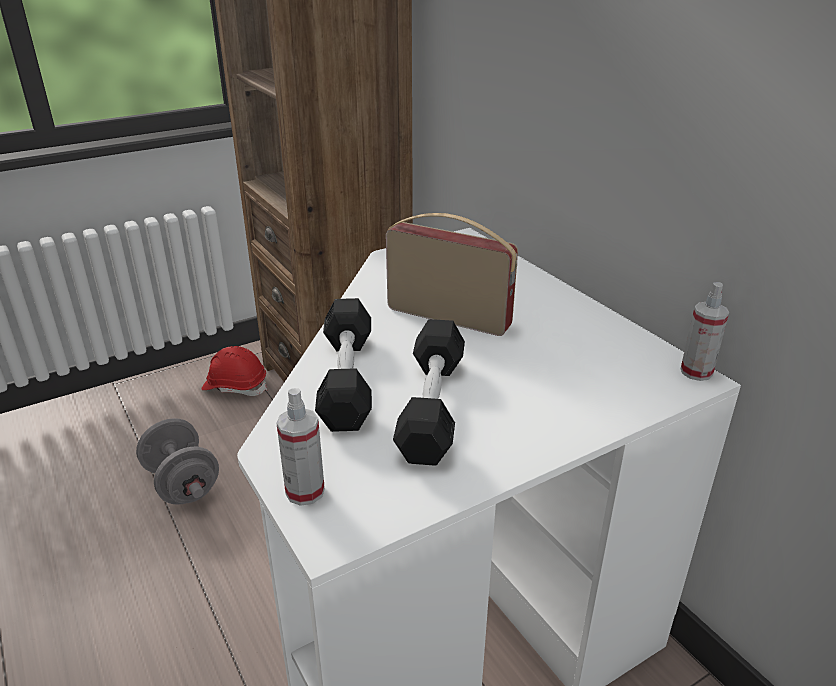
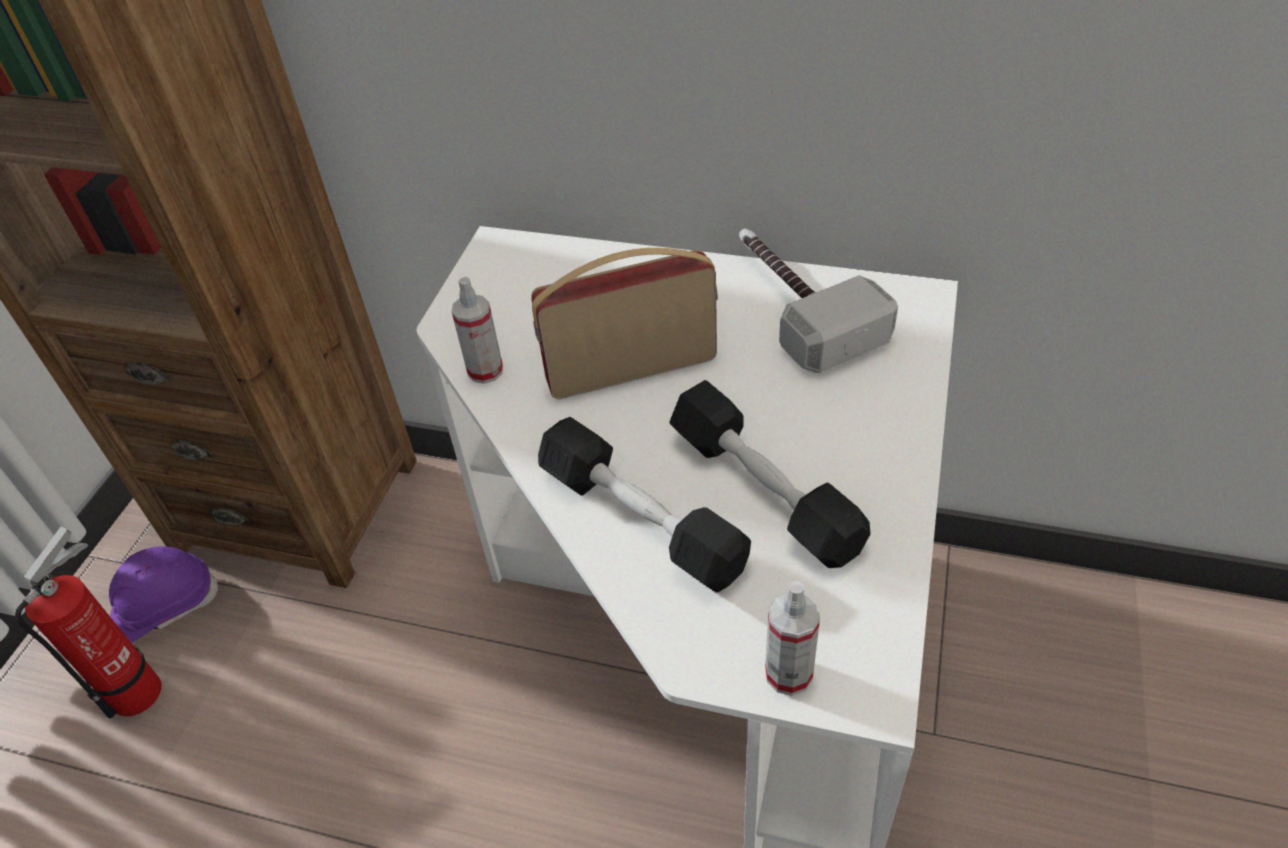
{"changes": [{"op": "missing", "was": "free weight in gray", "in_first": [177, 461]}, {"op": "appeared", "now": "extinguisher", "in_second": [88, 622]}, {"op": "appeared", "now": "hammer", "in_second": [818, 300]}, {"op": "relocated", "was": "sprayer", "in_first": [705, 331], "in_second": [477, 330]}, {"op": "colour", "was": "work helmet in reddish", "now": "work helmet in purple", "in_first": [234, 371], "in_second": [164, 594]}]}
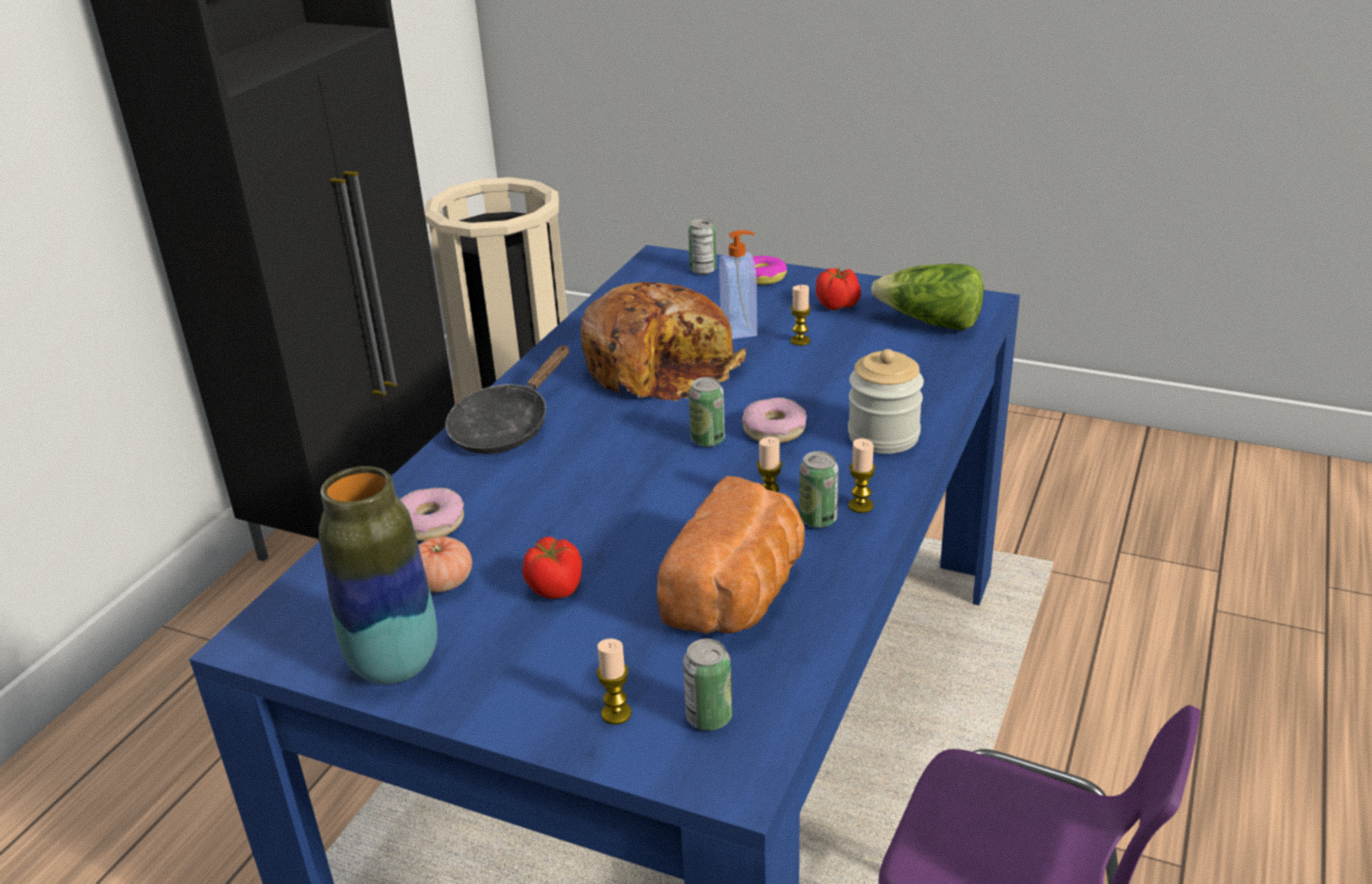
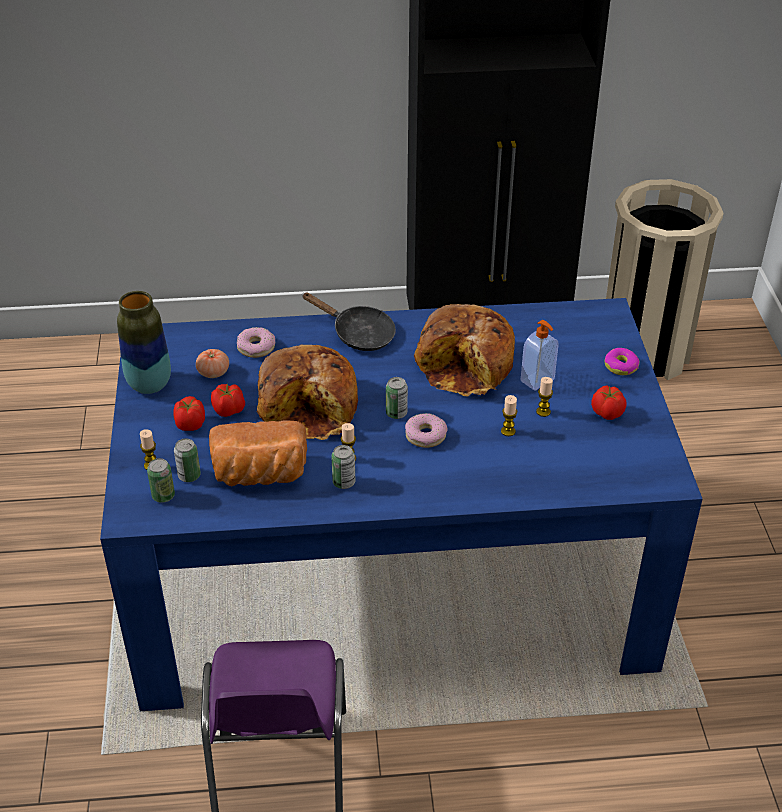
{"changes": [{"op": "missing", "was": "storage jar", "in_first": [886, 401]}, {"op": "missing", "was": "lettuce head", "in_first": [927, 297]}, {"op": "appeared", "now": "whole tomato", "in_second": [189, 413]}, {"op": "appeared", "now": "baked bread", "in_second": [307, 392]}, {"op": "relocated", "was": "sealed can", "in_first": [702, 247], "in_second": [187, 460]}, {"op": "relocated", "was": "wax candle", "in_first": [862, 475], "in_second": [509, 415]}, {"op": "spun", "was": "pan in black-coloured", "in_first": [507, 399], "in_second": [349, 321], "clockwise": -150}]}
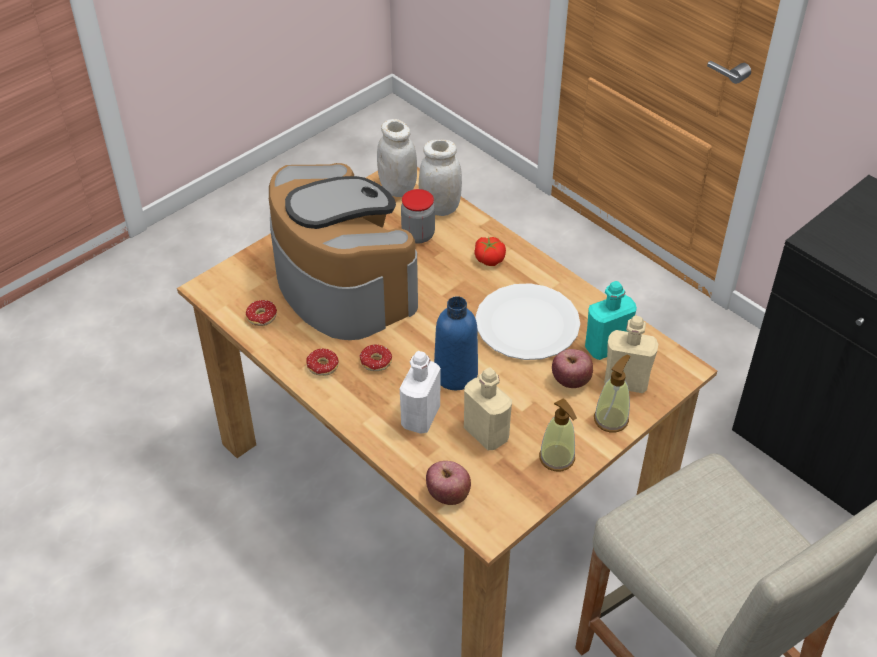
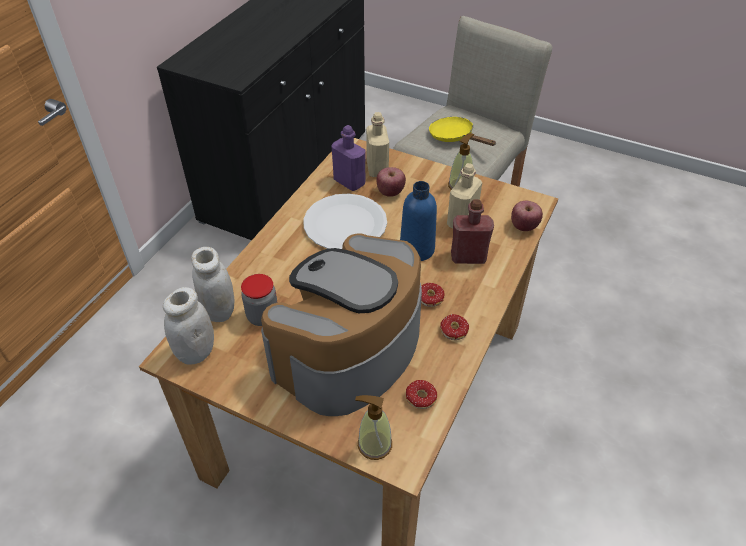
{"changes": [{"op": "missing", "was": "whole tomato", "in_first": [490, 251]}, {"op": "appeared", "now": "pan in yellowish", "in_second": [462, 131]}, {"op": "relocated", "was": "soap dispenser", "in_first": [612, 393], "in_second": [373, 427]}, {"op": "colour", "was": "bottle in white-coloured", "now": "bottle in reddish", "in_first": [420, 392], "in_second": [472, 231]}, {"op": "colour", "was": "bottle in turquoise", "now": "bottle in purple", "in_first": [611, 320], "in_second": [349, 158]}]}
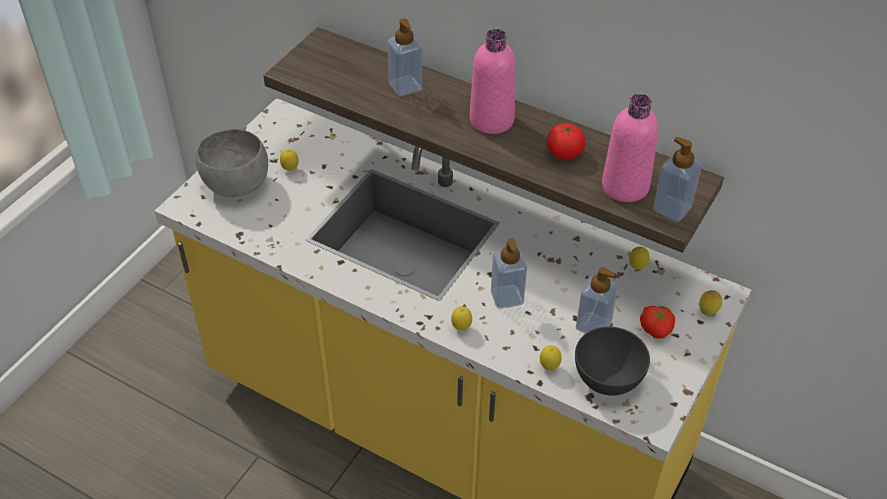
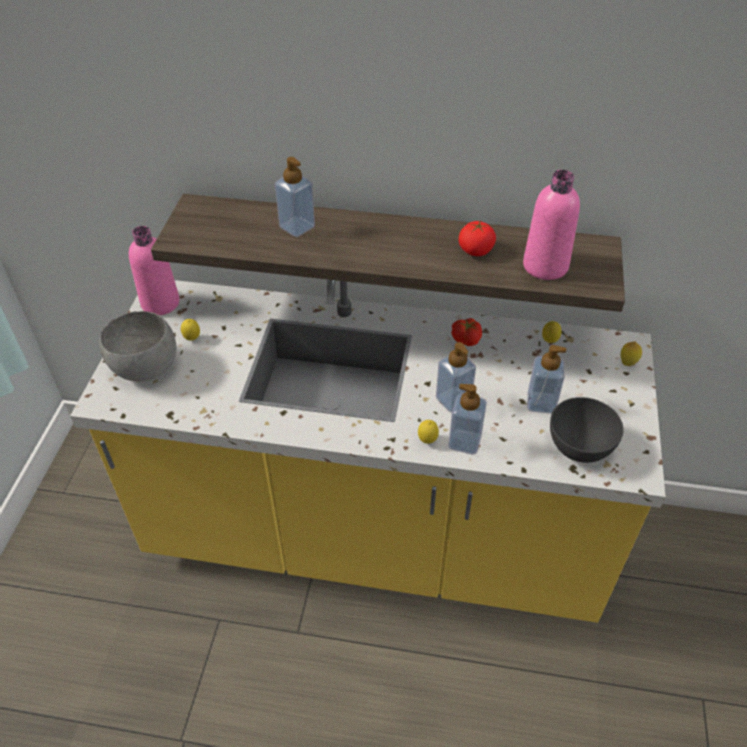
{"changes": [{"op": "missing", "was": "lemon", "in_first": [551, 357]}, {"op": "relocated", "was": "bottle in pinkish", "in_first": [493, 81], "in_second": [154, 270]}, {"op": "relocated", "was": "whole tomato", "in_first": [657, 322], "in_second": [466, 332]}, {"op": "relocated", "was": "soap dispenser", "in_first": [677, 179], "in_second": [467, 419]}]}
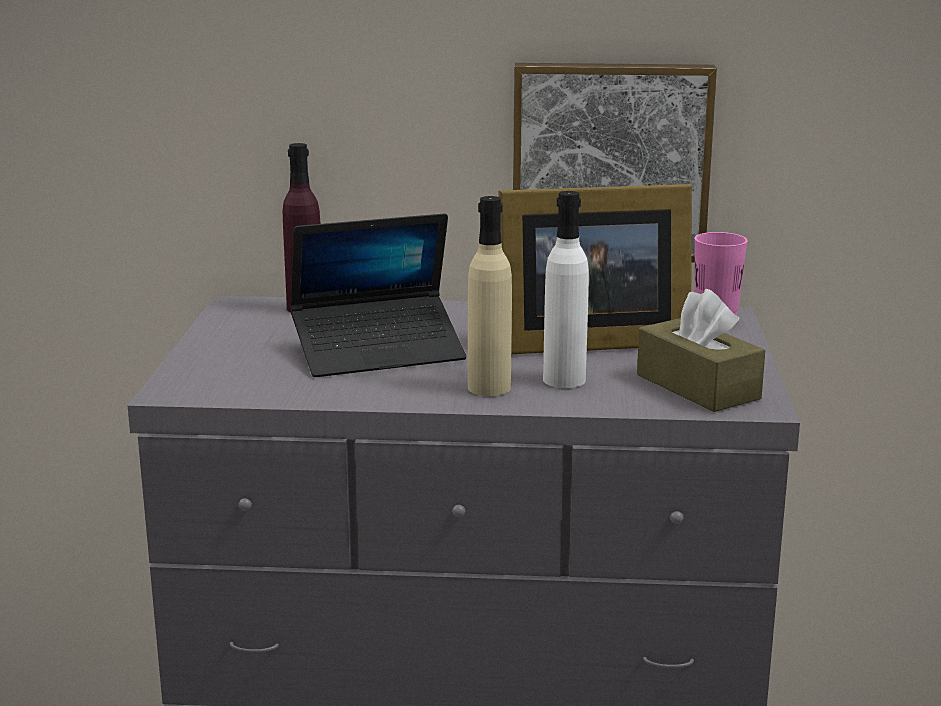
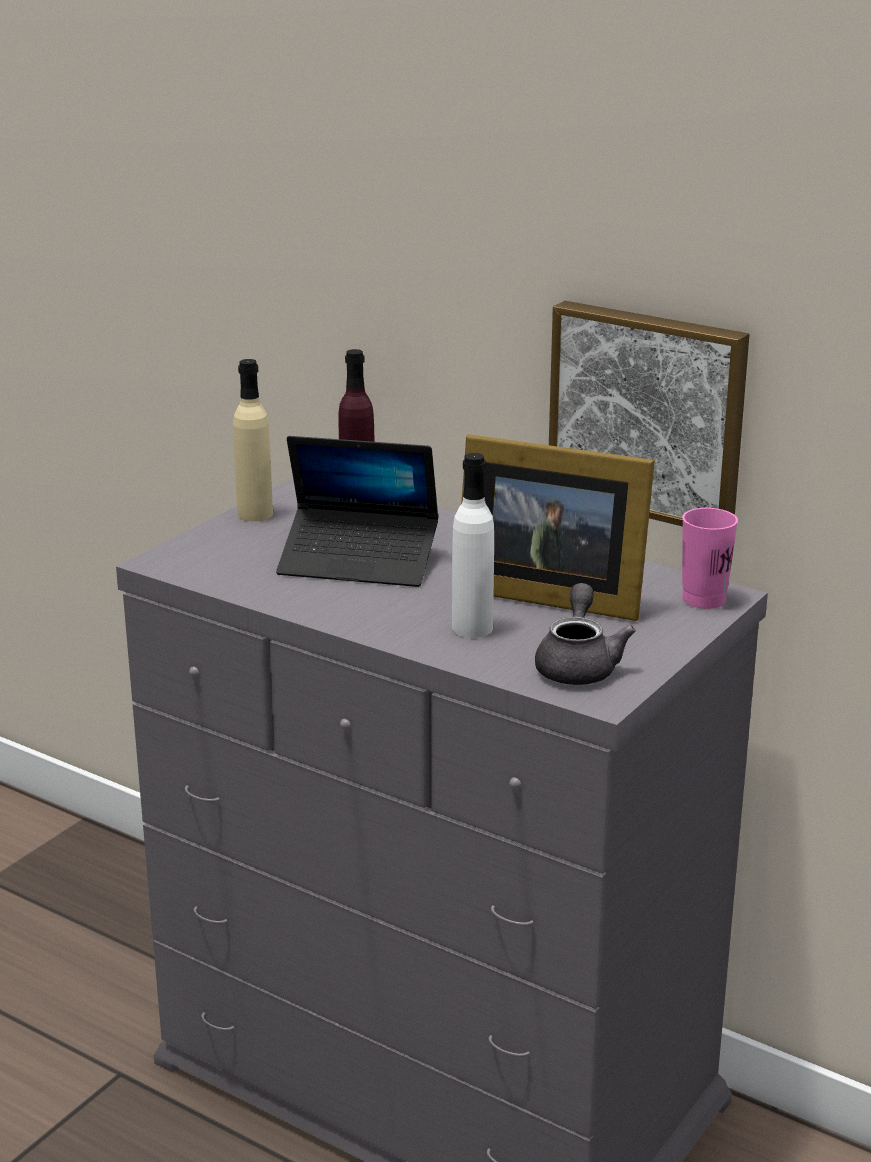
{"changes": [{"op": "relocated", "was": "bottle in beige-coloured", "in_first": [490, 296], "in_second": [253, 440]}, {"op": "exchanged", "was": "tissue box in brown", "now": "pot for tea in gray", "in_first": [701, 350], "in_second": [585, 634]}]}
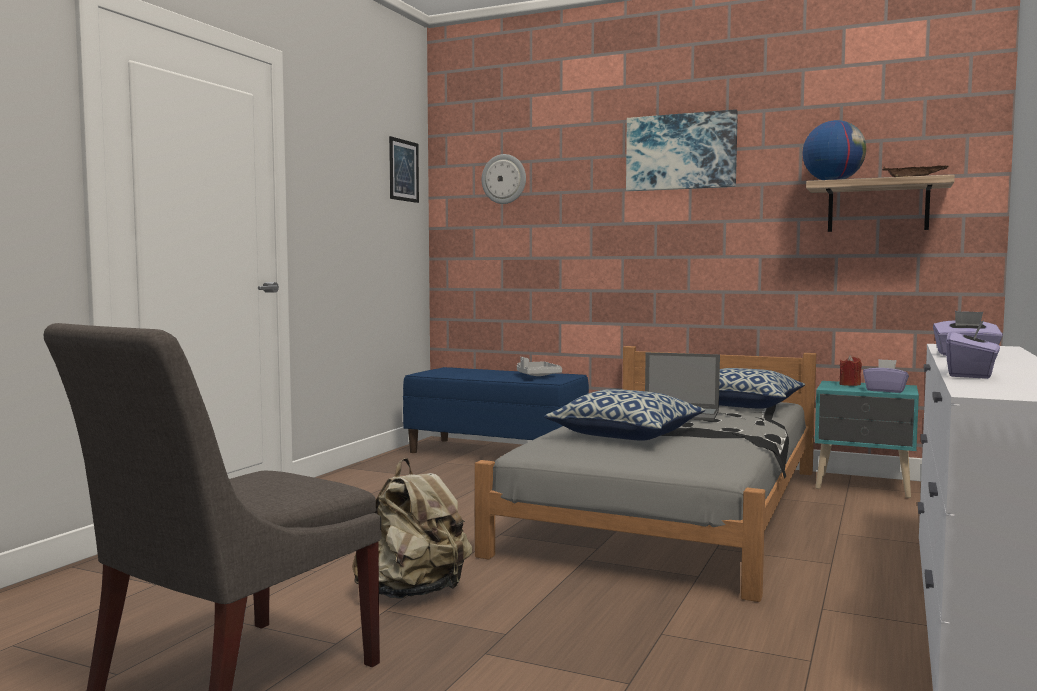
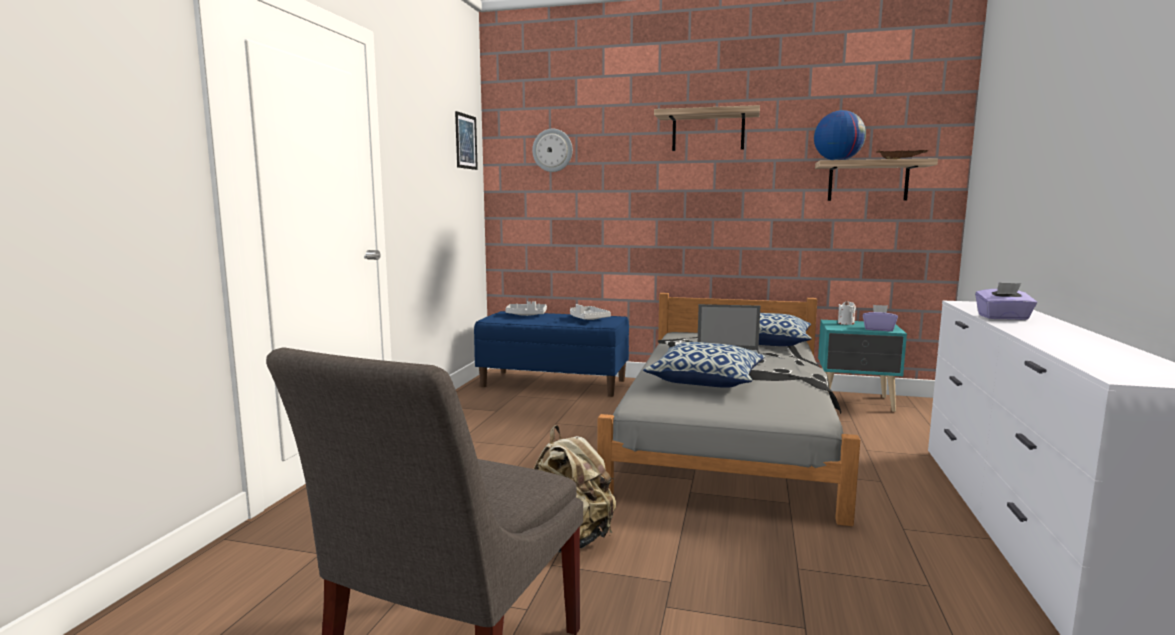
{"changes": [{"op": "missing", "was": "tissue box in purple", "in_first": [973, 349]}, {"op": "appeared", "now": "tray in gray", "in_second": [526, 308]}, {"op": "exchanged", "was": "wall picture", "now": "wall shelf", "in_first": [682, 150], "in_second": [707, 128]}, {"op": "colour", "was": "wax candle in reddish", "now": "wax candle in white-coloured", "in_first": [851, 370], "in_second": [847, 313]}]}
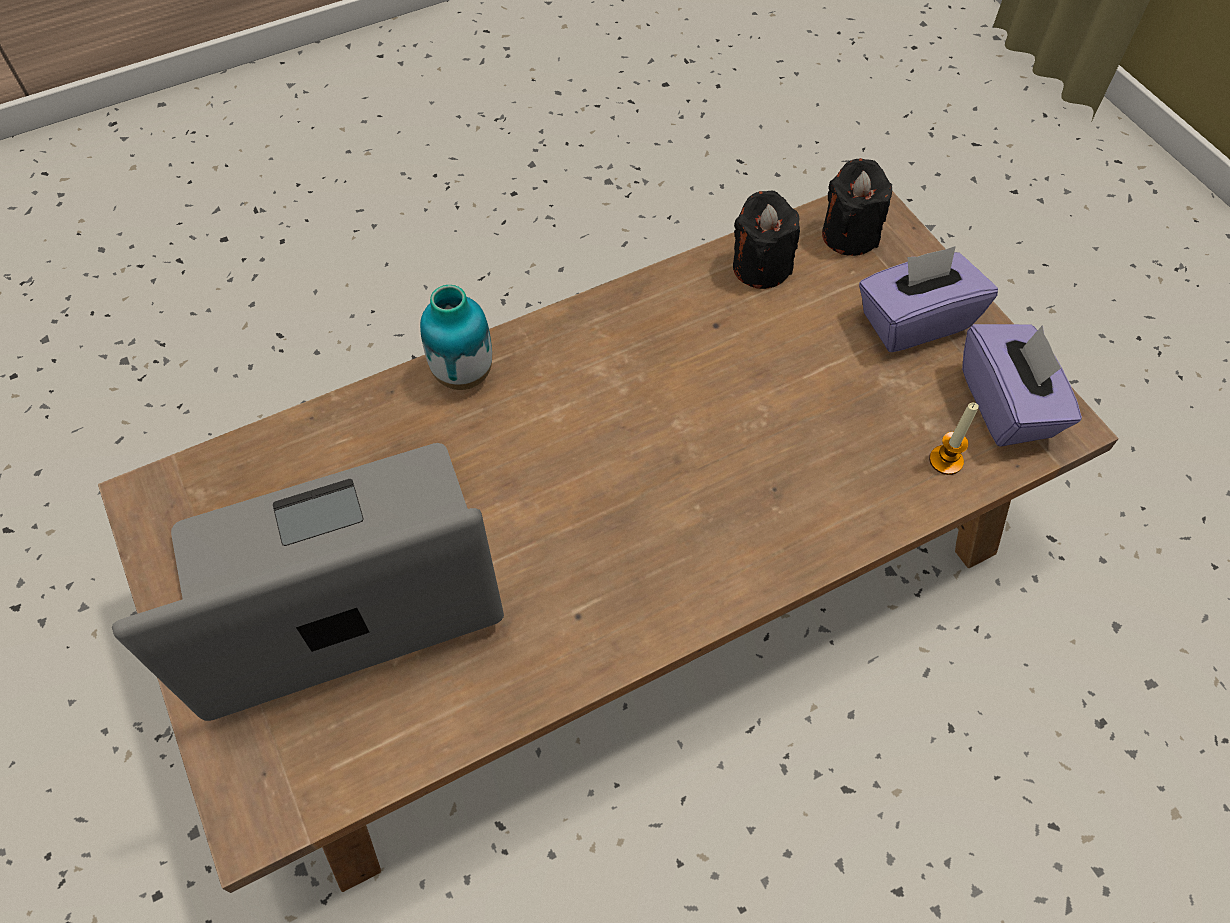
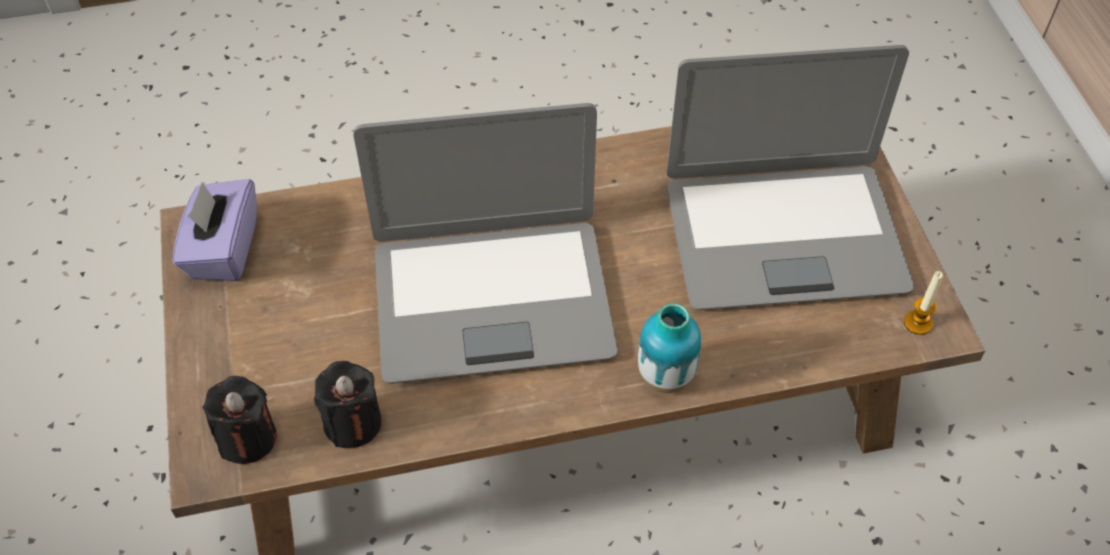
{"changes": [{"op": "missing", "was": "tissue box in purple", "in_first": [928, 299]}, {"op": "appeared", "now": "notebook computer", "in_second": [485, 243]}, {"op": "relocated", "was": "wax candle", "in_first": [954, 439], "in_second": [923, 303]}]}
